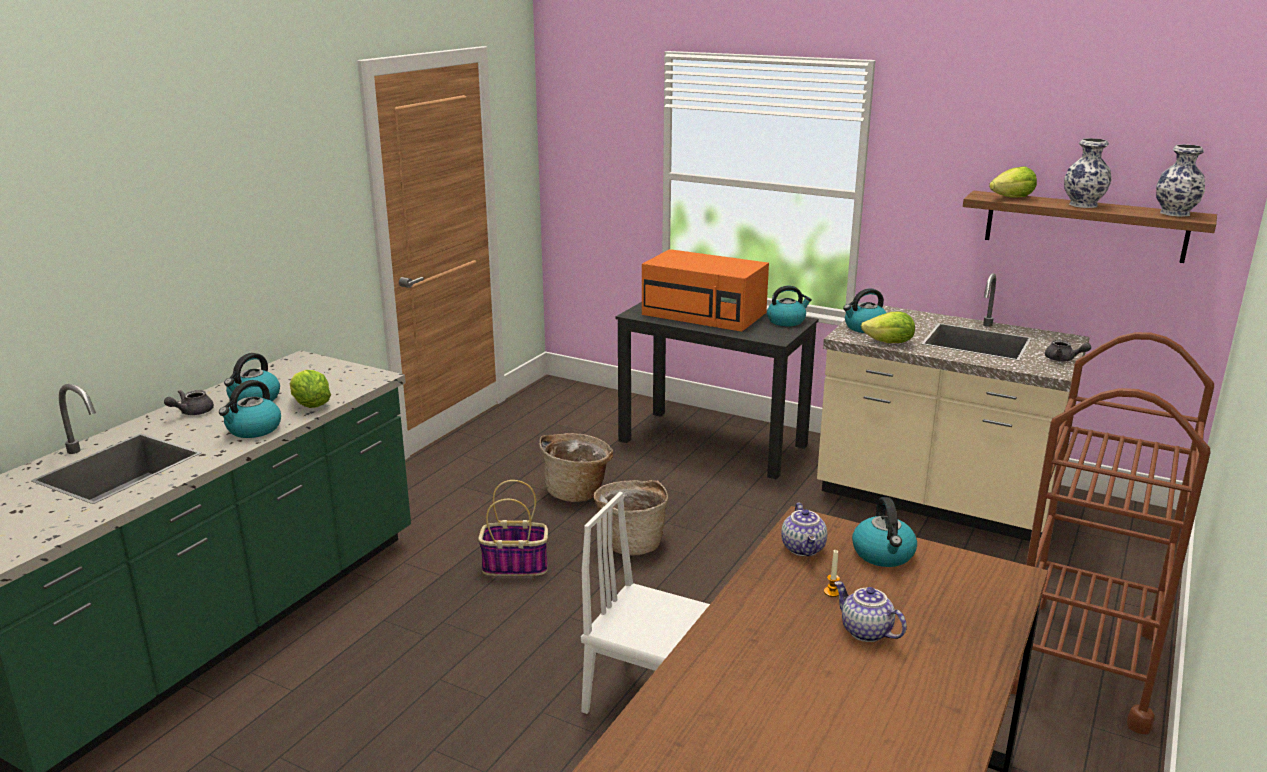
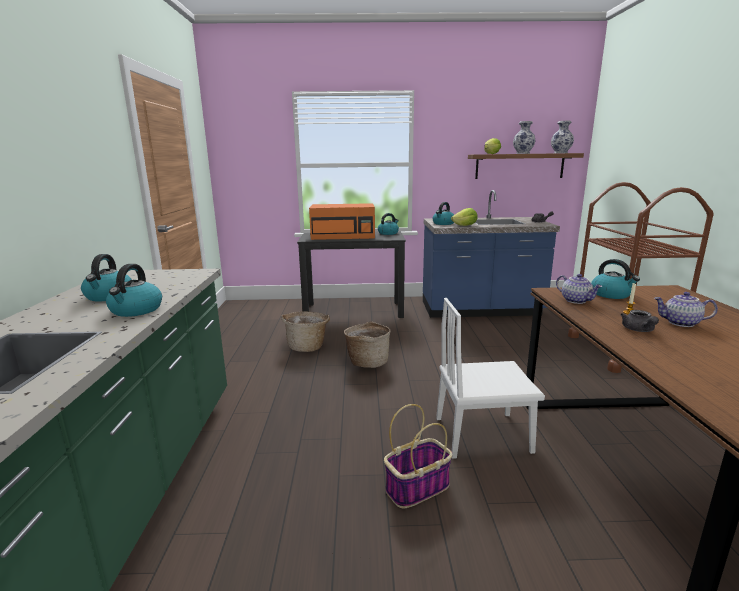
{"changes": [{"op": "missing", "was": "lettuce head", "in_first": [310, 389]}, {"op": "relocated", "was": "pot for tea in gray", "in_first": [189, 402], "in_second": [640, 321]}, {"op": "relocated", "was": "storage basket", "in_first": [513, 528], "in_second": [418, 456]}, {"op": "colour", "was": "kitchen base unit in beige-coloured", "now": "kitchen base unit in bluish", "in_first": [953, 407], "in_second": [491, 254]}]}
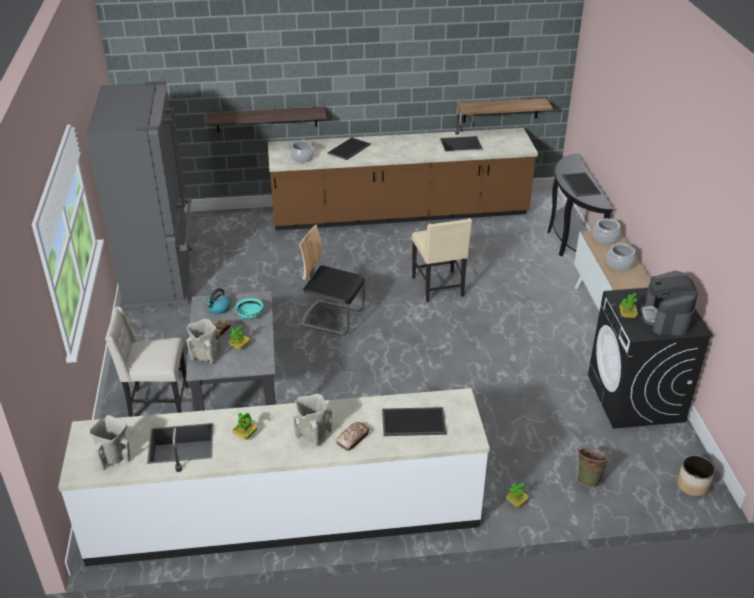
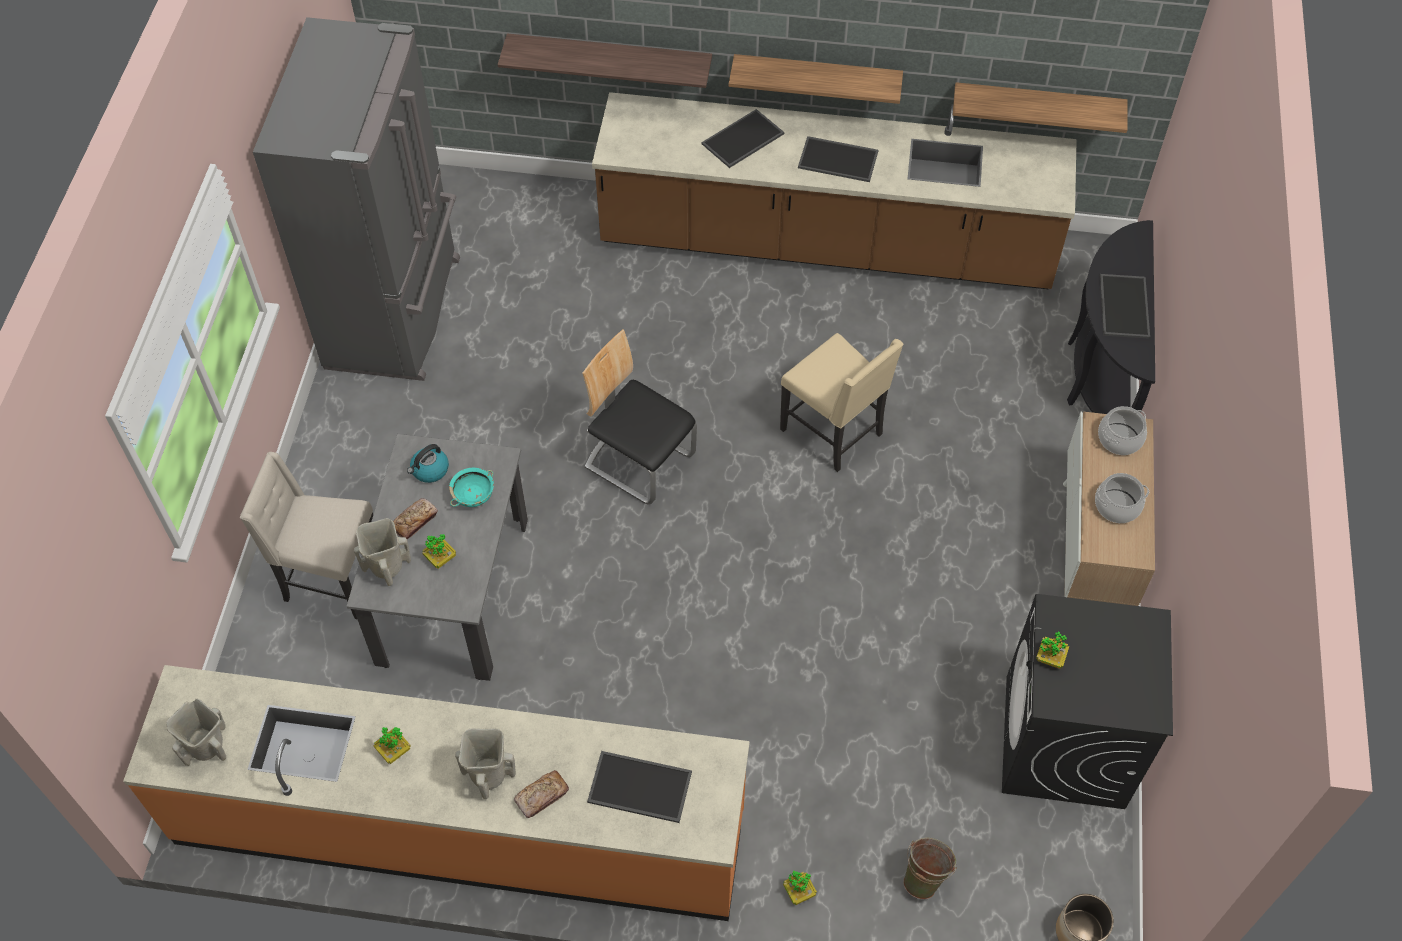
{"changes": [{"op": "missing", "was": "saucepot", "in_first": [301, 151]}, {"op": "missing", "was": "coffee machine", "in_first": [669, 303]}, {"op": "appeared", "now": "wall shelf", "in_second": [816, 79]}, {"op": "appeared", "now": "tray", "in_second": [838, 159]}, {"op": "colour", "was": "kitchen base unit in white-coloured", "now": "kitchen base unit in orange-coloured", "in_first": [274, 477], "in_second": [436, 793]}, {"op": "spun", "was": "plain chair in beige-coloured", "in_first": [442, 260], "in_second": [841, 402], "clockwise": -45}]}
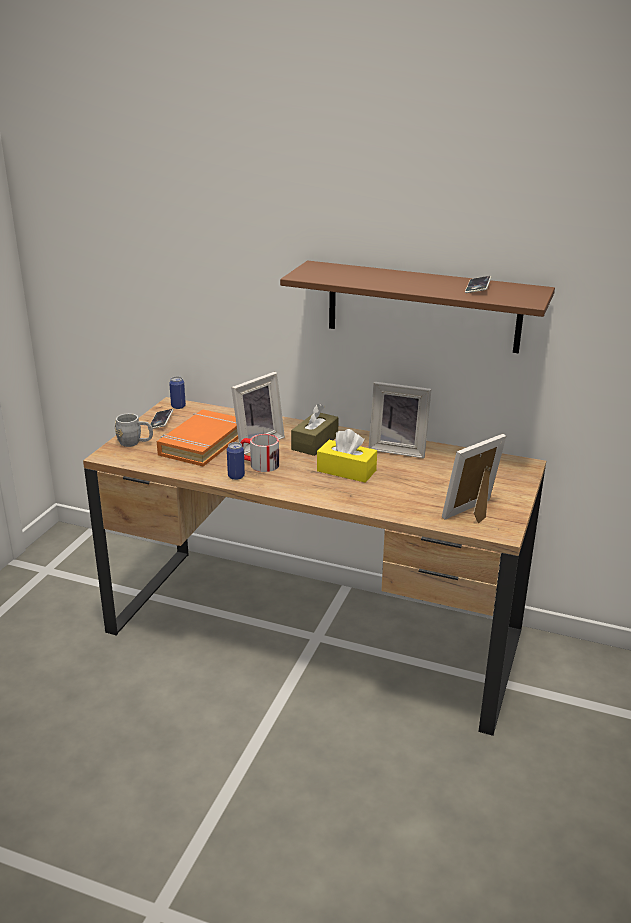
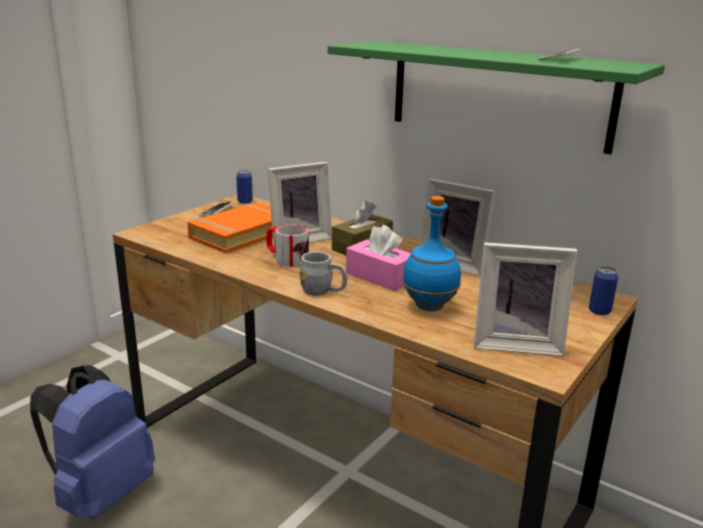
{"changes": [{"op": "appeared", "now": "backpack in bluish", "in_second": [92, 442]}, {"op": "appeared", "now": "bottle in bluish", "in_second": [431, 253]}, {"op": "relocated", "was": "tea mug in gray", "in_first": [134, 430], "in_second": [323, 274]}, {"op": "relocated", "was": "sealed can", "in_first": [236, 461], "in_second": [603, 290]}, {"op": "colour", "was": "wall shelf in brown", "now": "wall shelf in green", "in_first": [417, 306], "in_second": [496, 97]}, {"op": "colour", "was": "tissue box in yellowish", "now": "tissue box in pinkish", "in_first": [347, 456], "in_second": [378, 258]}, {"op": "spun", "was": "picture frame", "in_first": [474, 478], "in_second": [526, 299], "clockwise": -150}]}
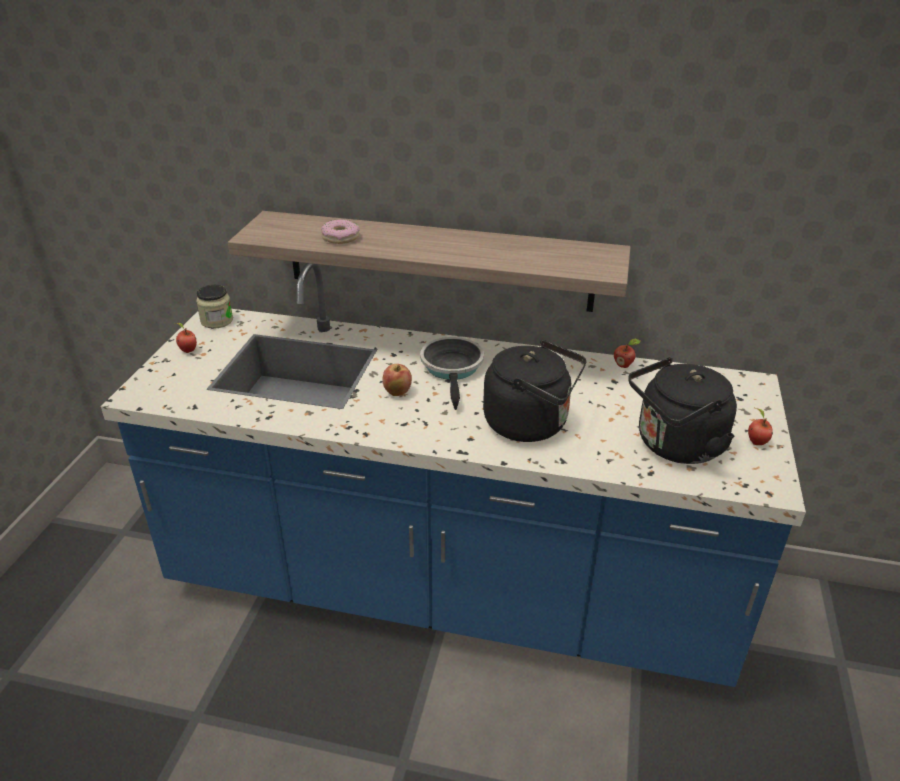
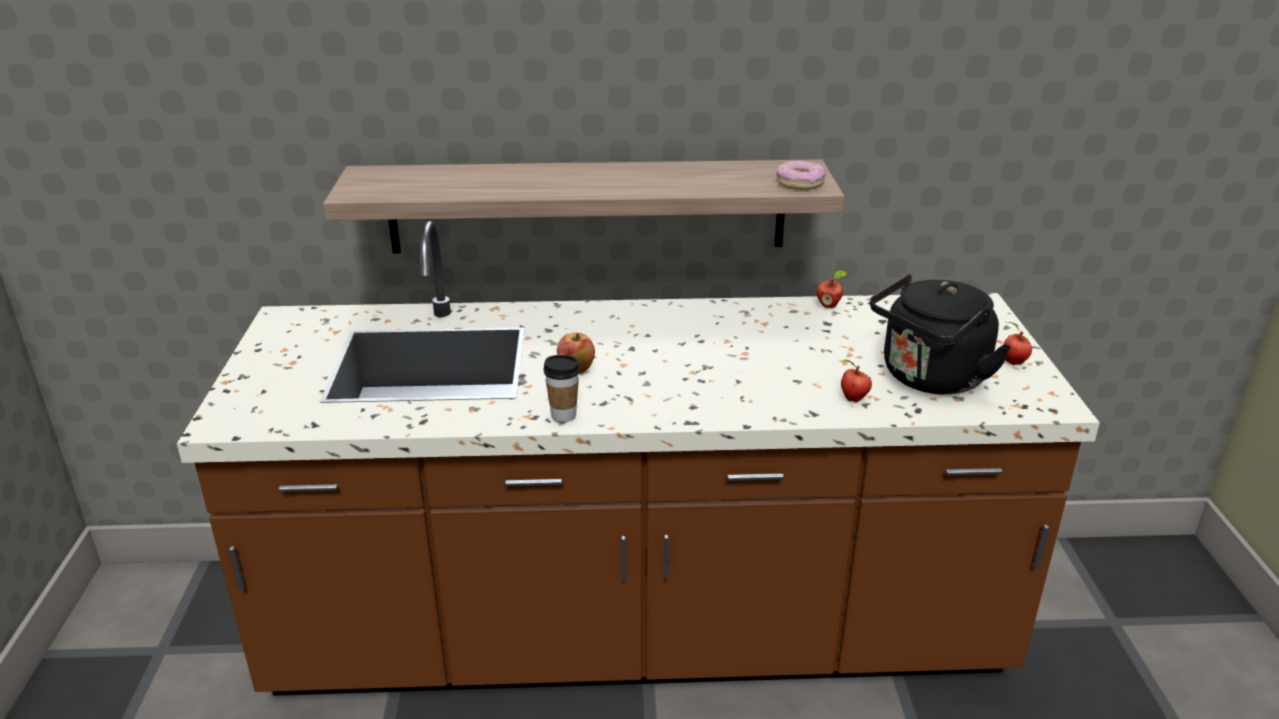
{"changes": [{"op": "missing", "was": "storage jar", "in_first": [214, 307]}, {"op": "missing", "was": "pan", "in_first": [452, 373]}, {"op": "missing", "was": "tea kettle in black-coloured", "in_first": [534, 391]}, {"op": "appeared", "now": "small cup", "in_second": [561, 388]}, {"op": "relocated", "was": "whole apple", "in_first": [185, 338], "in_second": [855, 380]}, {"op": "relocated", "was": "ring doughnut", "in_first": [340, 231], "in_second": [801, 175]}, {"op": "colour", "was": "kitchen base unit in bluish", "now": "kitchen base unit in brown", "in_first": [453, 475], "in_second": [638, 458]}]}
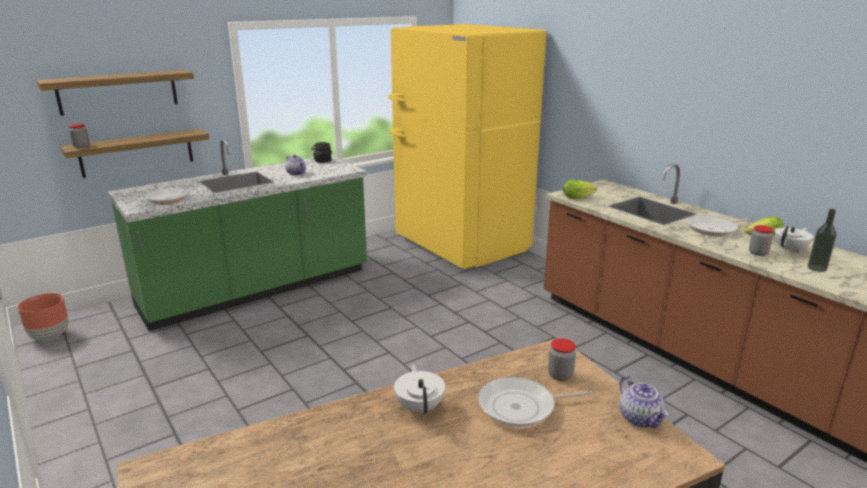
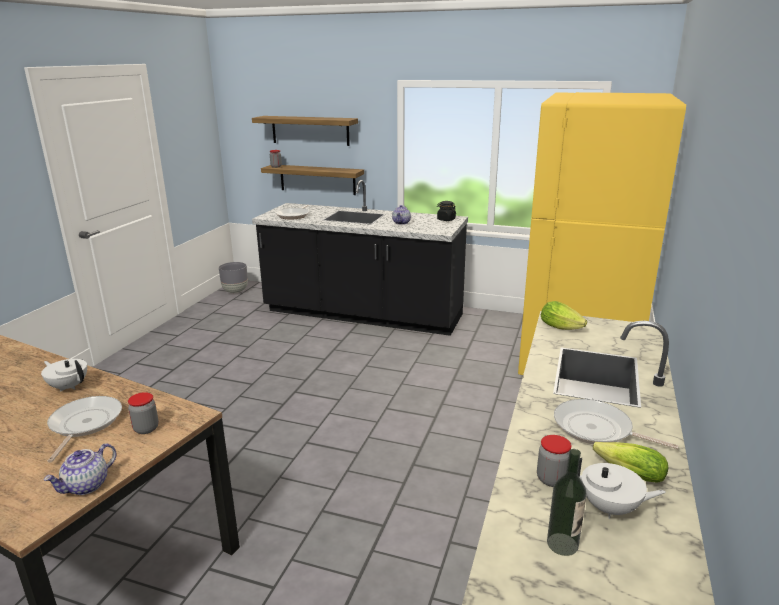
{"changes": [{"op": "colour", "was": "flower pot in brown", "now": "flower pot in gray", "in_first": [42, 317], "in_second": [233, 277]}, {"op": "colour", "was": "kitchen base unit in green", "now": "kitchen base unit in black-coloured", "in_first": [237, 235], "in_second": [360, 258]}, {"op": "spun", "was": "pot for tea in white-coloured", "in_first": [419, 390], "in_second": [64, 375], "clockwise": -105}, {"op": "spun", "was": "pan", "in_first": [535, 402], "in_second": [84, 429], "clockwise": 45}]}
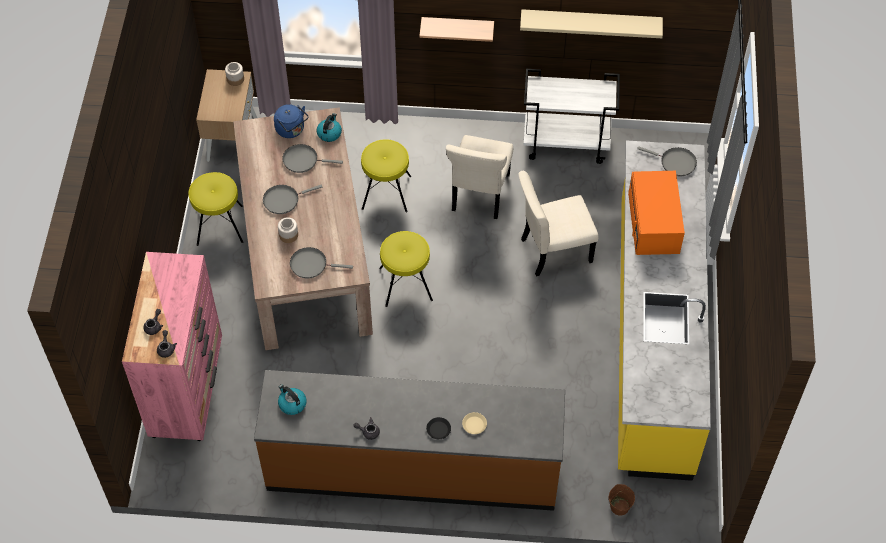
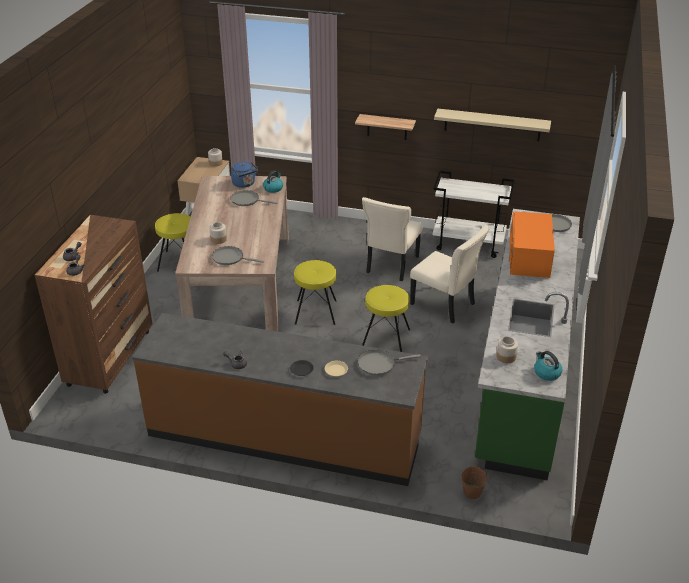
{"changes": [{"op": "appeared", "now": "storage jar", "in_second": [507, 350]}, {"op": "relocated", "was": "pan in gray", "in_first": [292, 199], "in_second": [389, 362]}, {"op": "relocated", "was": "tea kettle", "in_first": [292, 399], "in_second": [548, 366]}, {"op": "relocated", "was": "stool in yellowish", "in_first": [386, 175], "in_second": [386, 318]}, {"op": "colour", "was": "chest of drawers in pinkish", "now": "chest of drawers in brown", "in_first": [172, 346], "in_second": [93, 304]}, {"op": "colour", "was": "kitchen base unit in yellowish", "now": "kitchen base unit in green", "in_first": [664, 310], "in_second": [527, 345]}, {"op": "spun", "was": "plain chair in beige-coloured", "in_first": [558, 224], "in_second": [450, 274], "clockwise": -135}]}
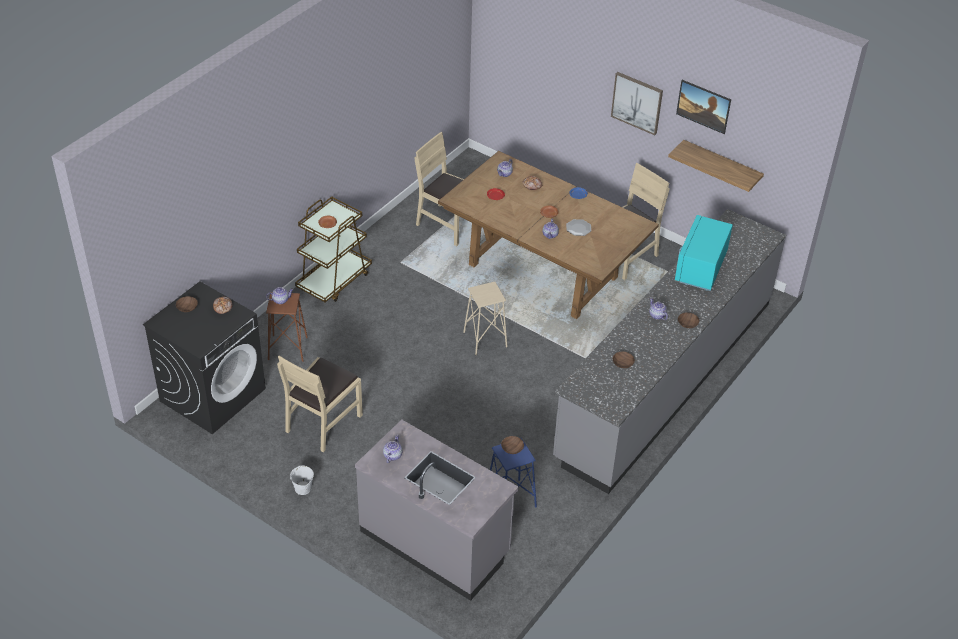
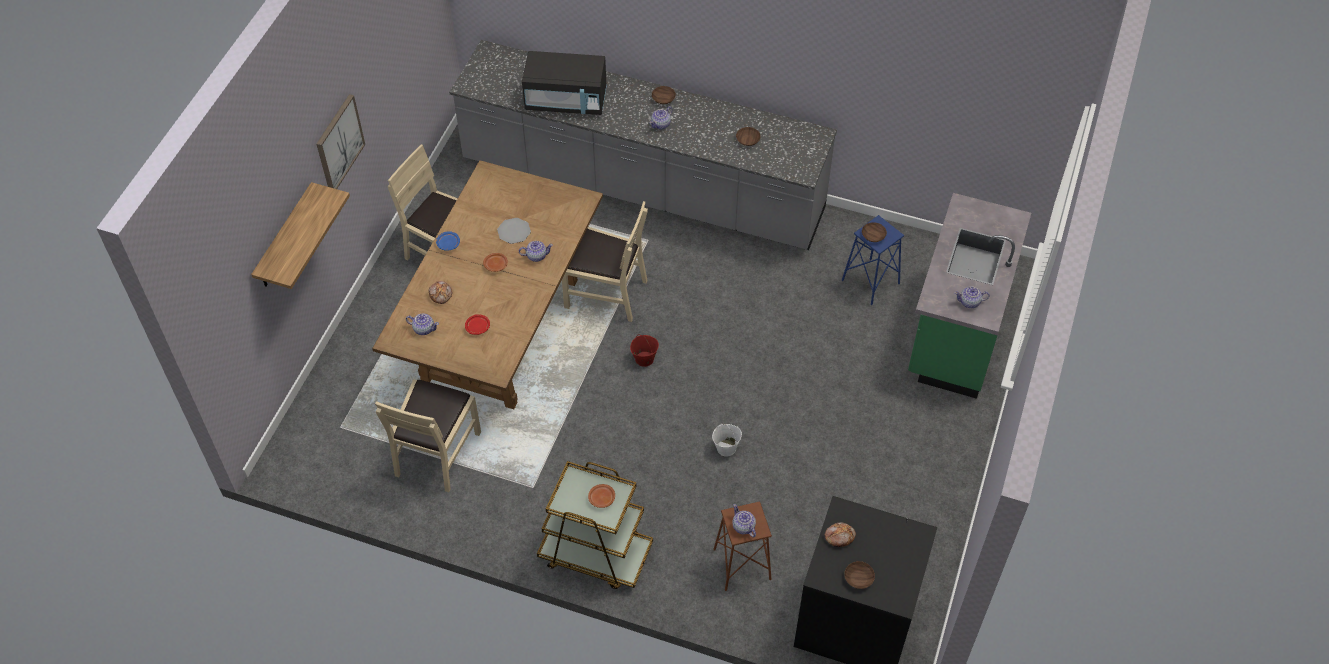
{"changes": [{"op": "missing", "was": "wall picture", "in_first": [703, 107]}, {"op": "relocated", "was": "plain chair in beige-coloured", "in_first": [320, 404], "in_second": [605, 261]}, {"op": "relocated", "was": "pail in white-coloured", "in_first": [302, 480], "in_second": [727, 440]}, {"op": "relocated", "was": "wall shelf", "in_first": [716, 166], "in_second": [300, 235]}, {"op": "exchanged", "was": "stool in beige-coloured", "now": "pail in reddish", "in_first": [485, 318], "in_second": [644, 351]}, {"op": "colour", "was": "kitchen base unit in gray", "now": "kitchen base unit in green", "in_first": [437, 510], "in_second": [969, 296]}, {"op": "colour", "was": "microwave oven in turquoise", "now": "microwave oven in black-coloured", "in_first": [704, 253], "in_second": [564, 83]}]}
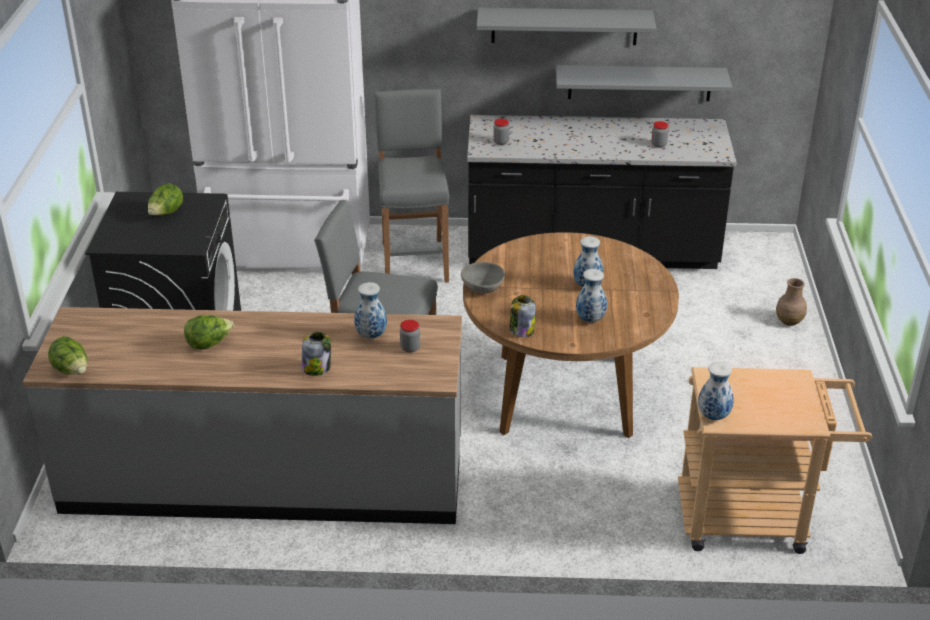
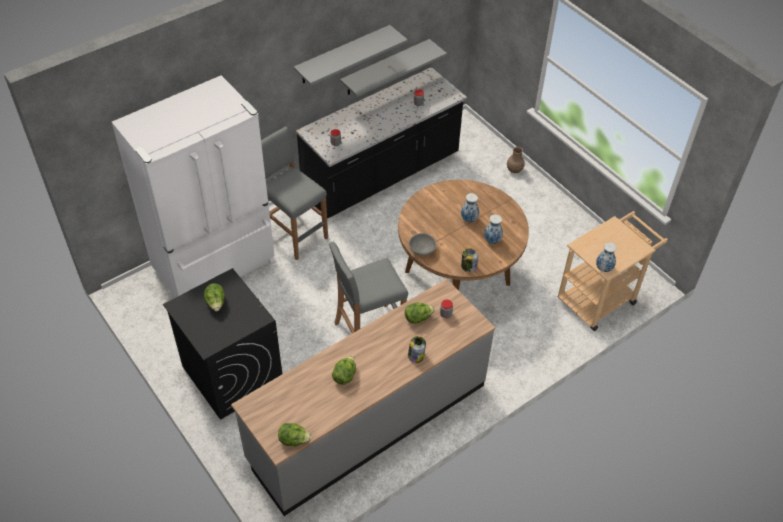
{"changes": [{"op": "exchanged", "was": "decorative vase", "now": "lettuce head", "in_first": [370, 310], "in_second": [420, 313]}]}
